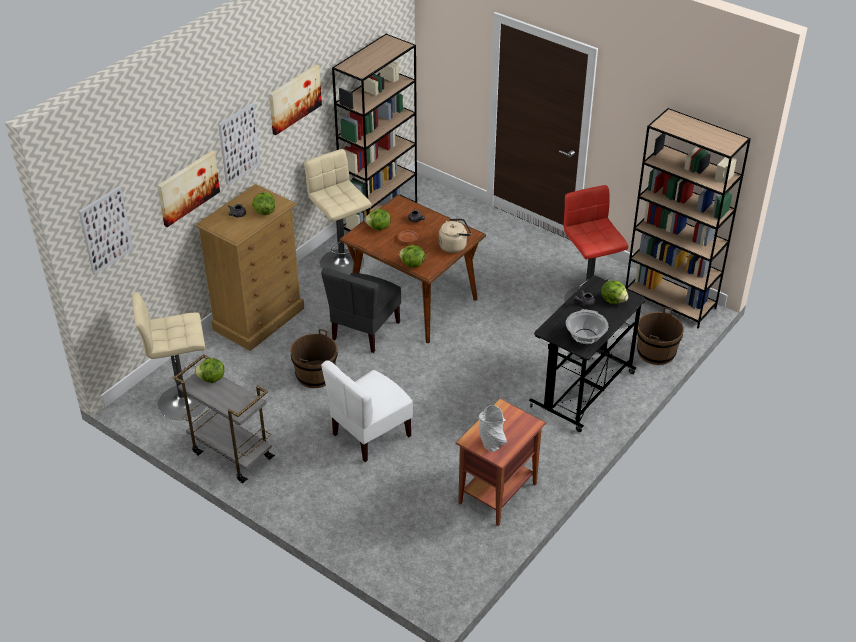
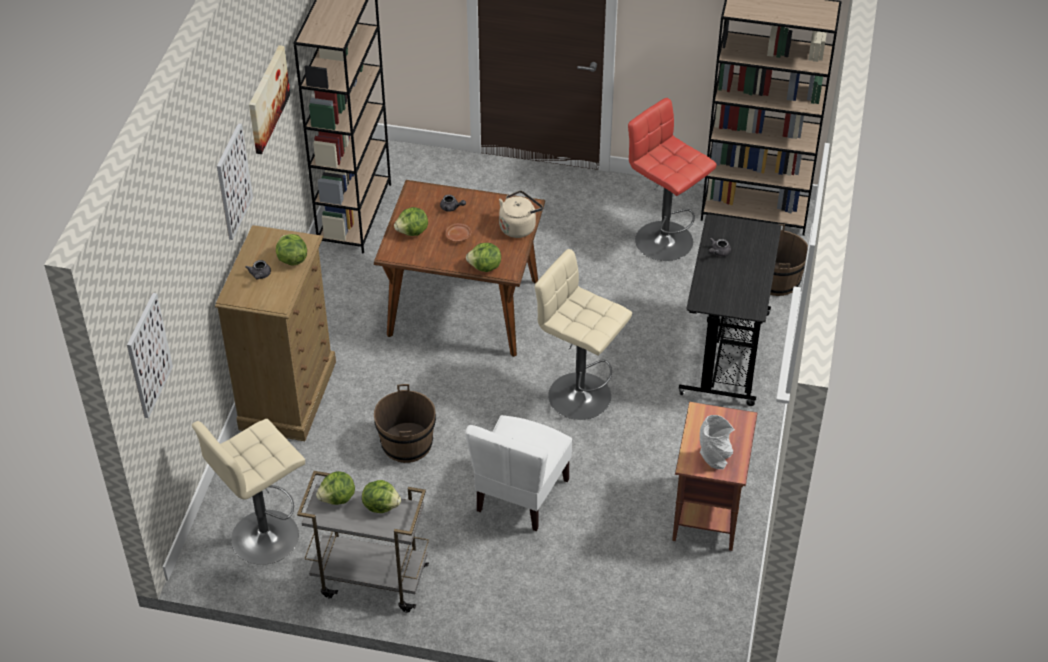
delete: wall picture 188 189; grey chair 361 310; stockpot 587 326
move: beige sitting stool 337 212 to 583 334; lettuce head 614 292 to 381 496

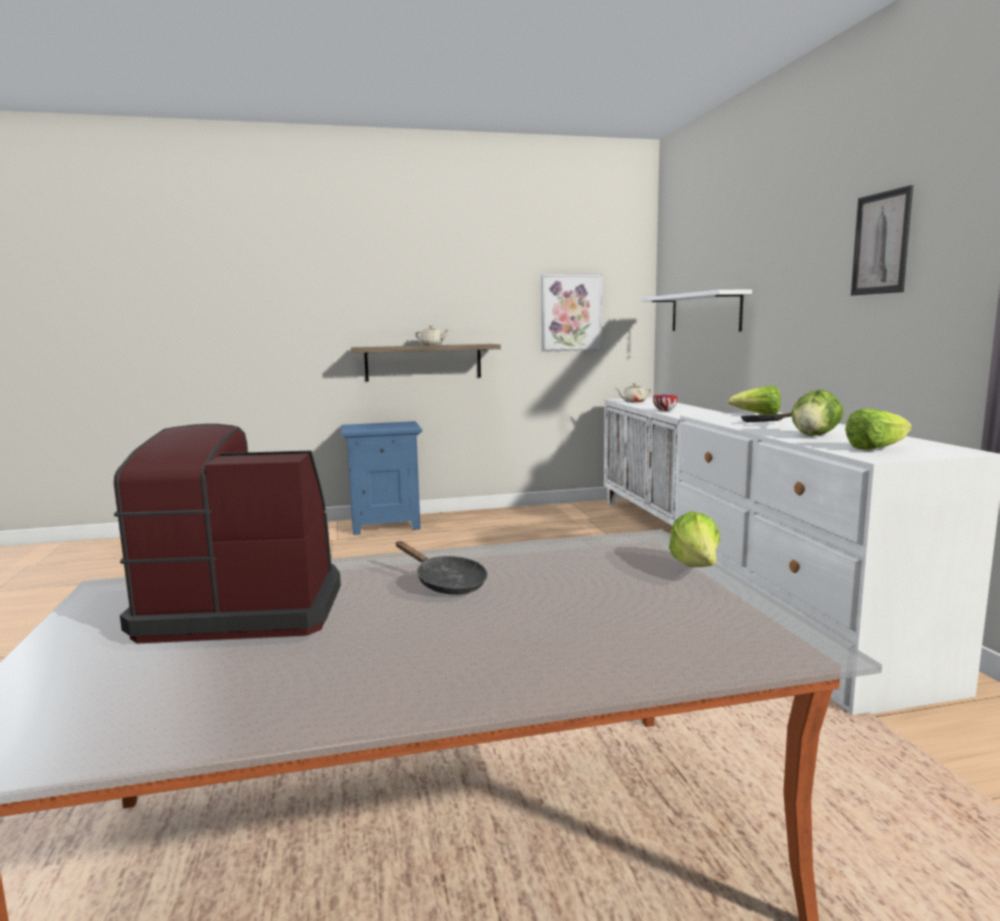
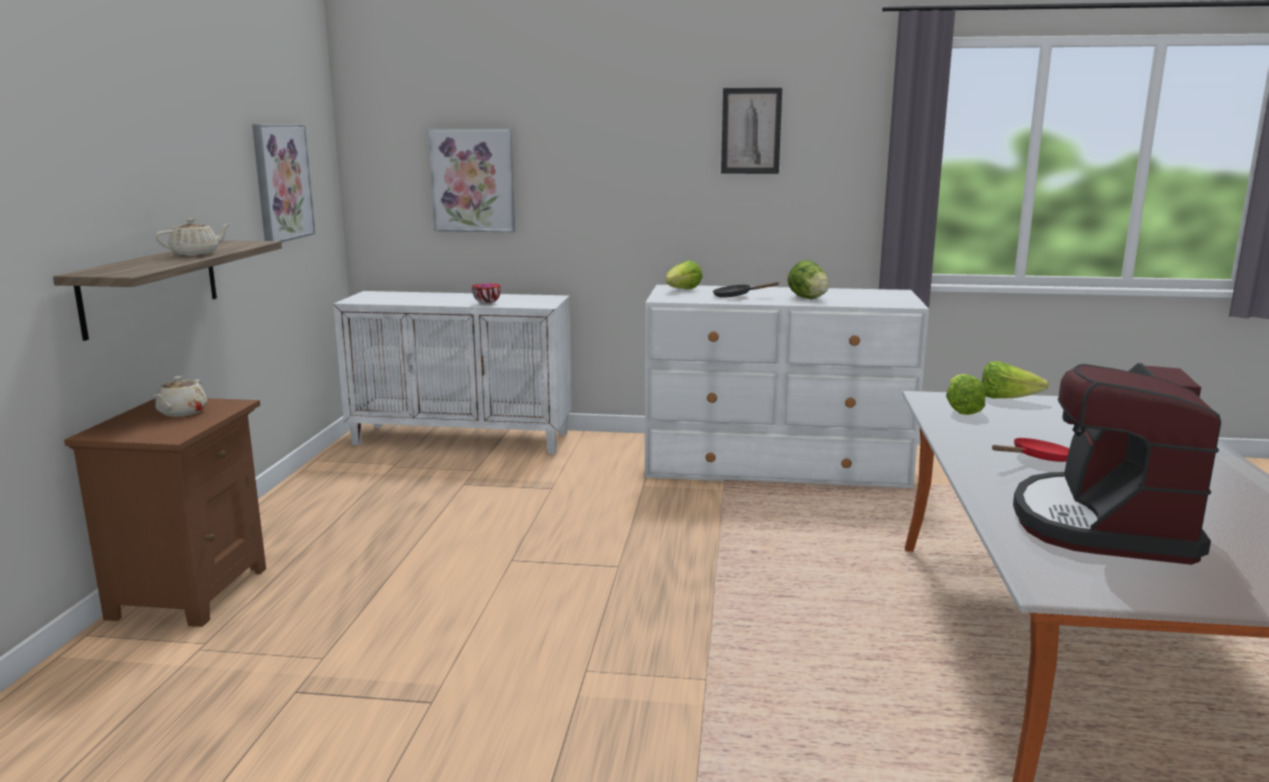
move: beige tea pot 633 393 to 180 396; lettuce head 878 429 to 966 394
replace: whitish shelf 696 310 to wall picture 471 180
recolor: bluish bedside table 381 478 to brownish bedside table 165 512; black-coloured frying pan 442 568 to reddish frying pan 1031 450

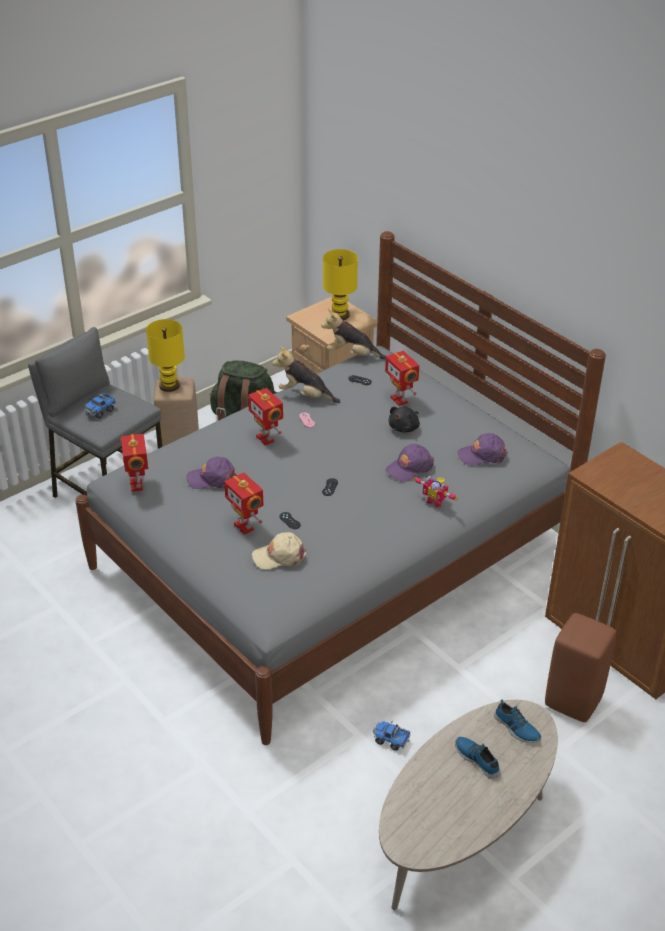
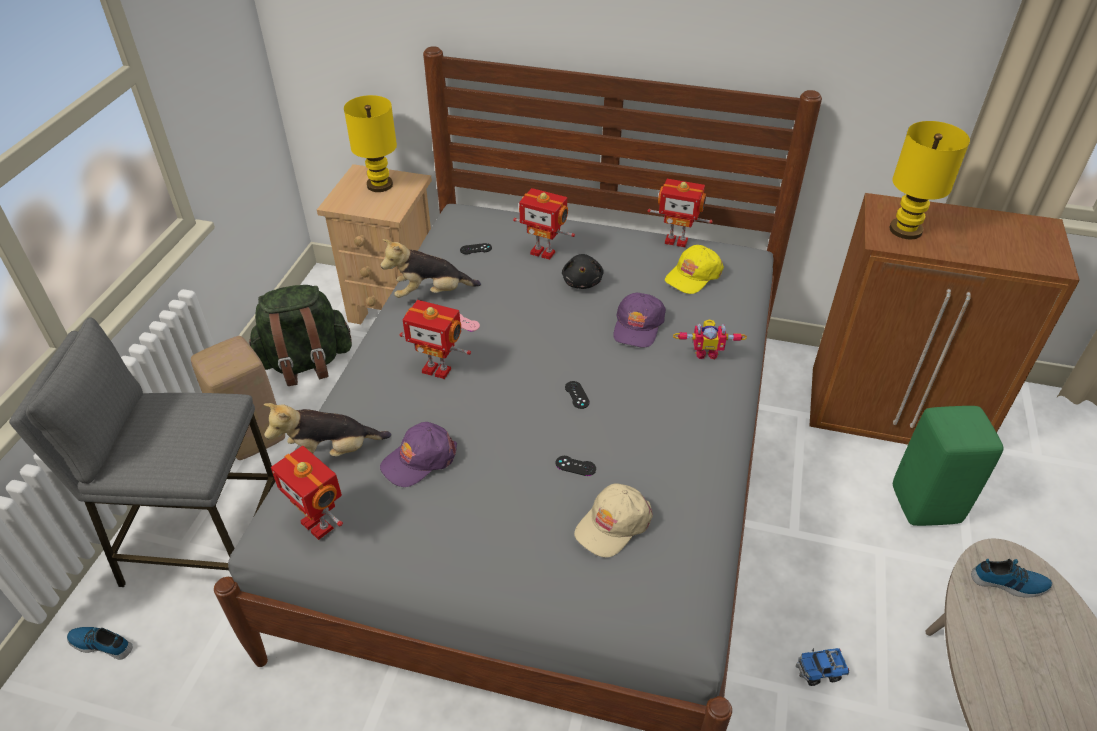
delete: toy lorry 100 406
move: yellow lamp for a table 165 355 to 929 180; robot figure 244 504 to 680 213; plush toy 353 334 to 327 430; low shoe 477 758 to 100 643
recolor: purplish baseball cap 483 449 to yellow baseball cap 694 269; brownish sitting stool 580 667 to greenish sitting stool 948 466

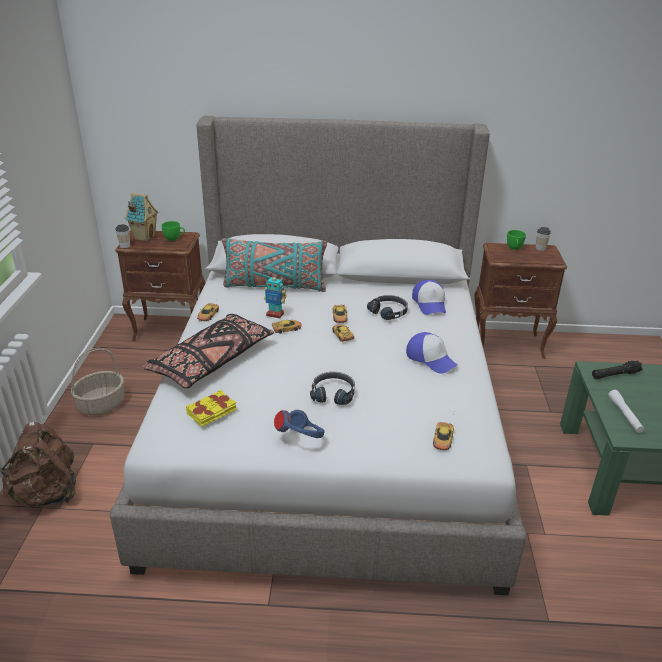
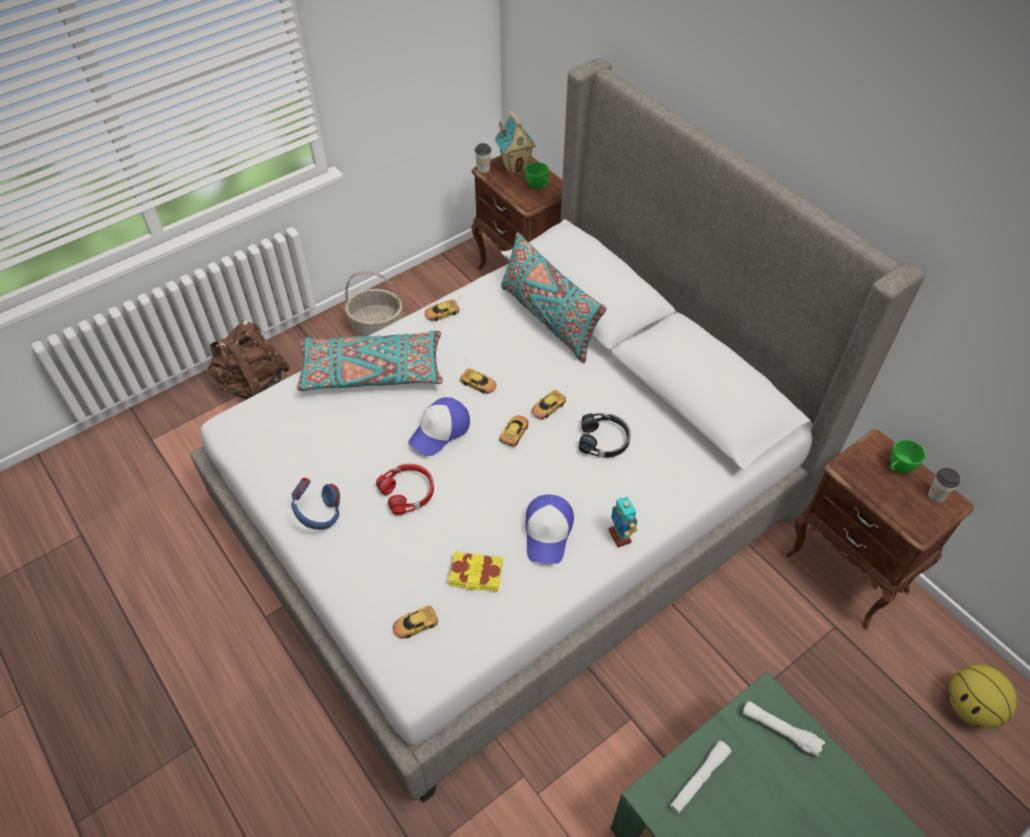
insert: basketball ball 983 696
move: yellow book 211 408 to 475 571; robot figure 275 295 to 622 522; baseball cap 429 297 to 439 426
recolor: black-coloured throw pillow 208 351 to blue-green throw pillow 370 361; black-coloured pair of headphones 332 388 to reddish pair of headphones 405 489; black-coloured hand torch 617 370 to whitish hand torch 783 729

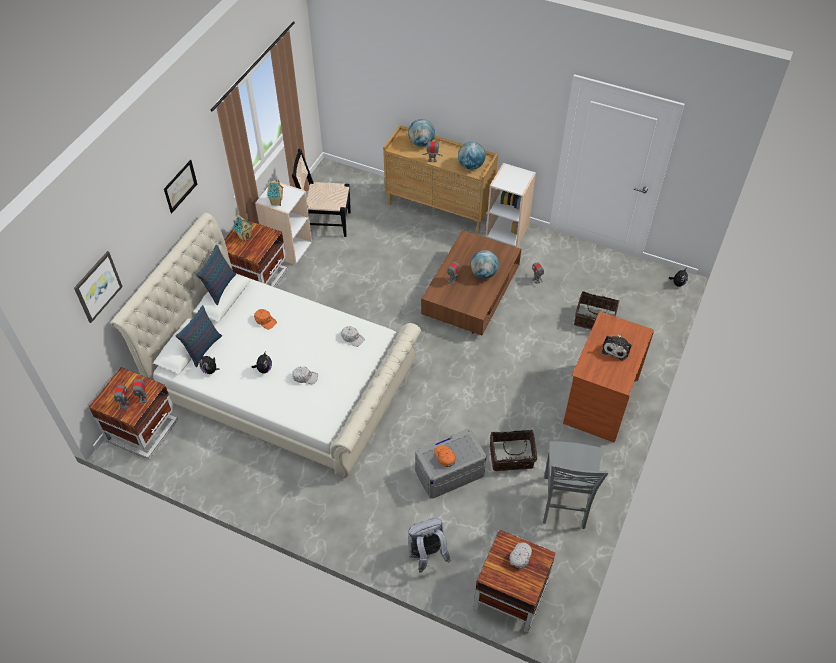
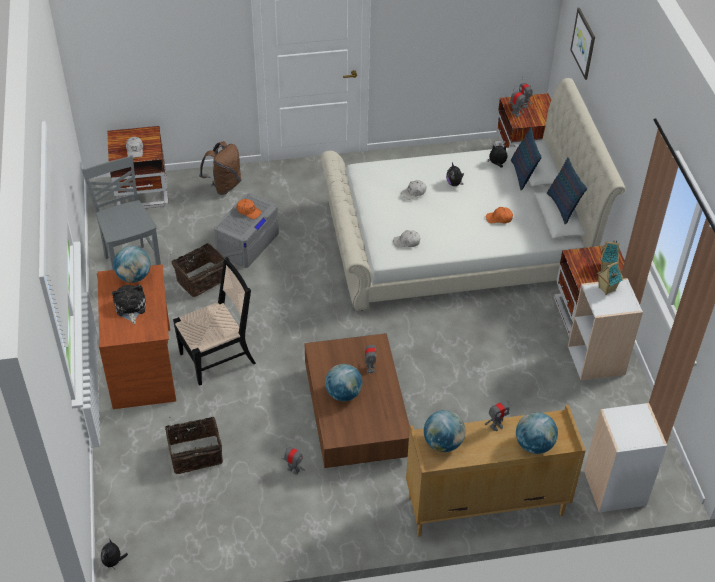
delete: wall picture 180 186
insert: globe 131 264
move: chair 321 193 to 214 321; shelving unit 511 205 to 625 458
recolor: grey rucksack 429 545 to brownish rucksack 220 168

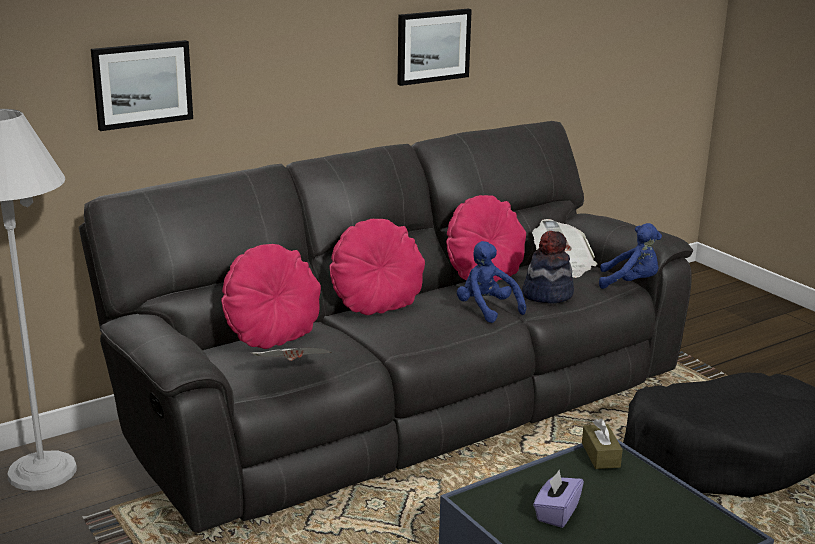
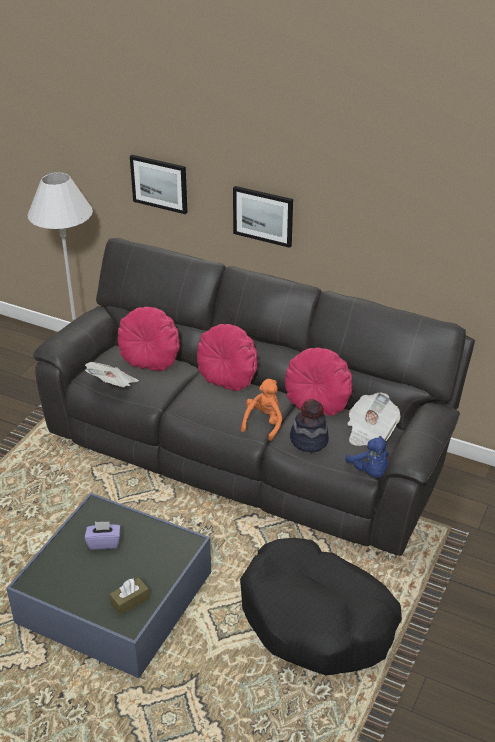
move: wall picture 434 47 to 263 217; brownish tissue holder 602 443 to 129 596
recolor: bluish plush toy 491 282 to orange-coloured plush toy 261 410

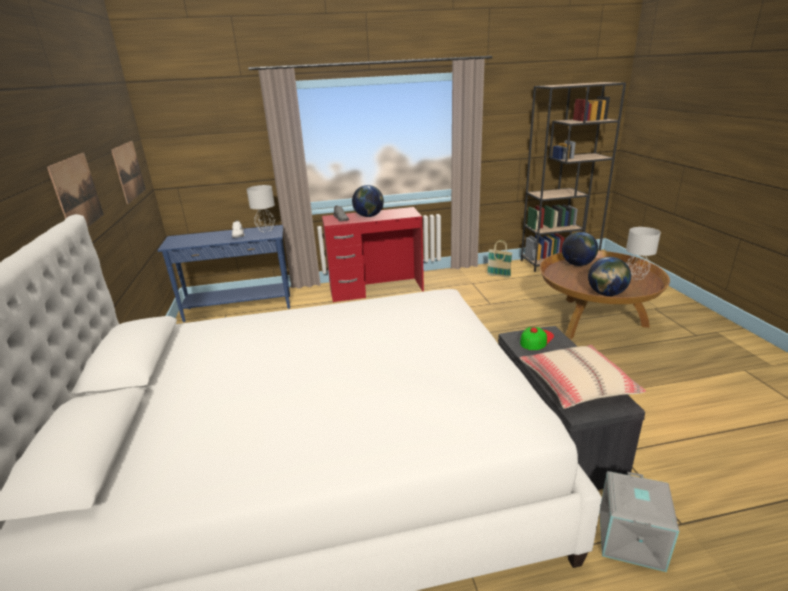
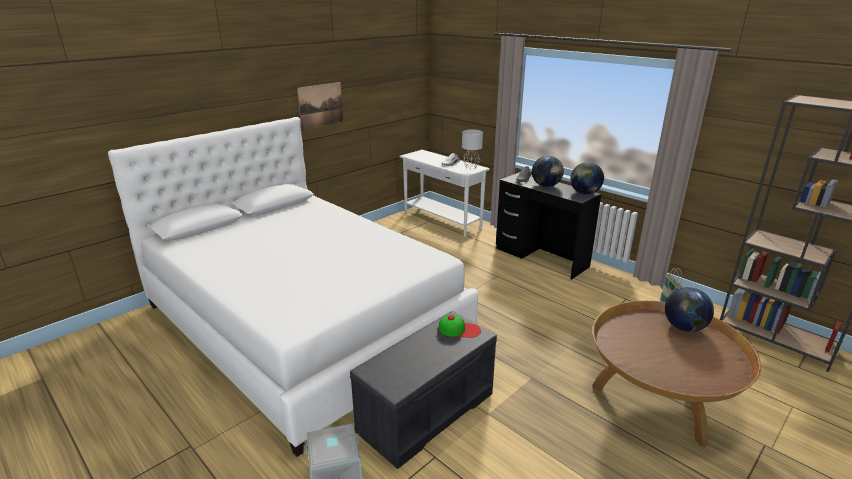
delete: wall picture 128 172; beige throw pillow 582 377; grey lamp for a table 643 253
move: globe 609 276 to 587 178
recolor: bluish hall table 224 273 to whitish hall table 444 194; reddish desk table 373 254 to black-coloured desk table 548 226

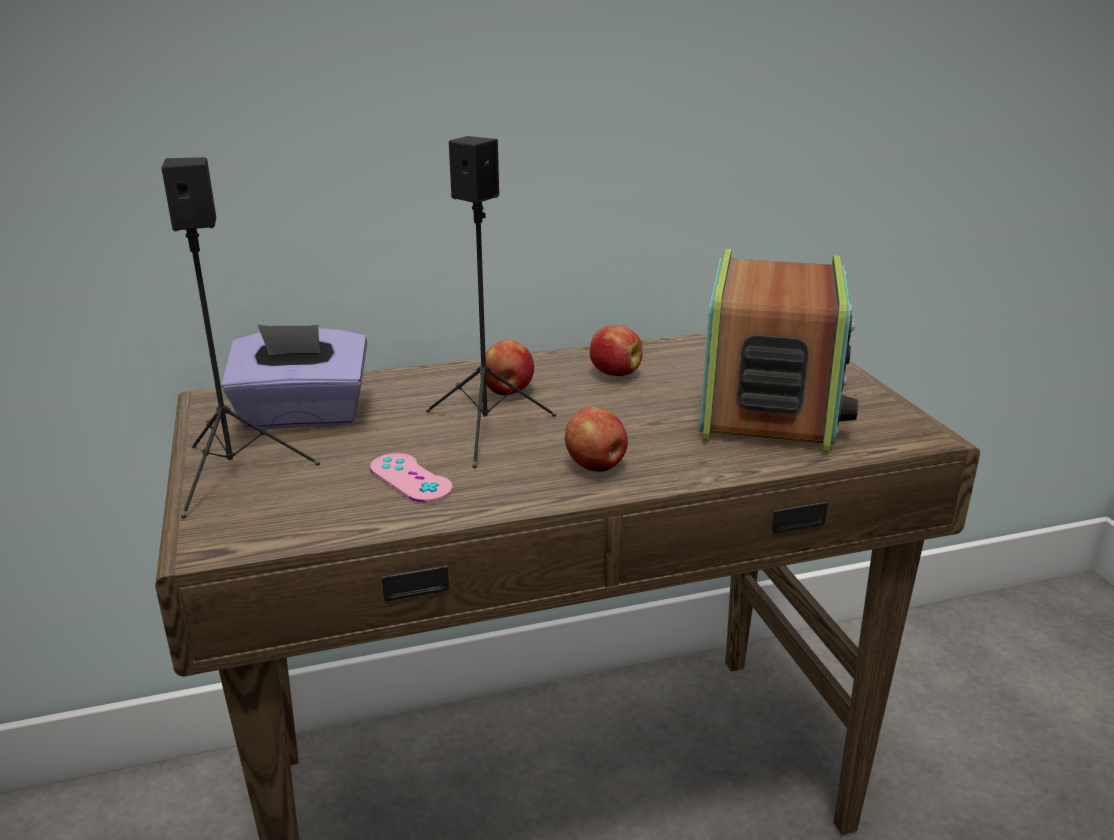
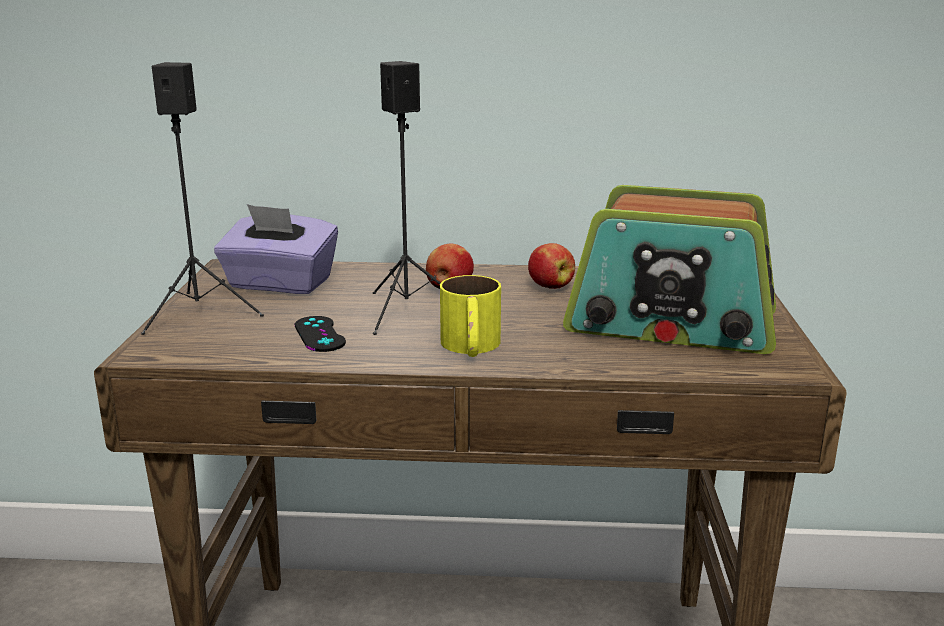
replace: apple 596 439 to yellow coffee mug 470 316
recolor: pink gamepad 411 478 to black-coloured gamepad 320 334
rotate: radio receiver 778 351 = 669 269 75 degrees clockwise

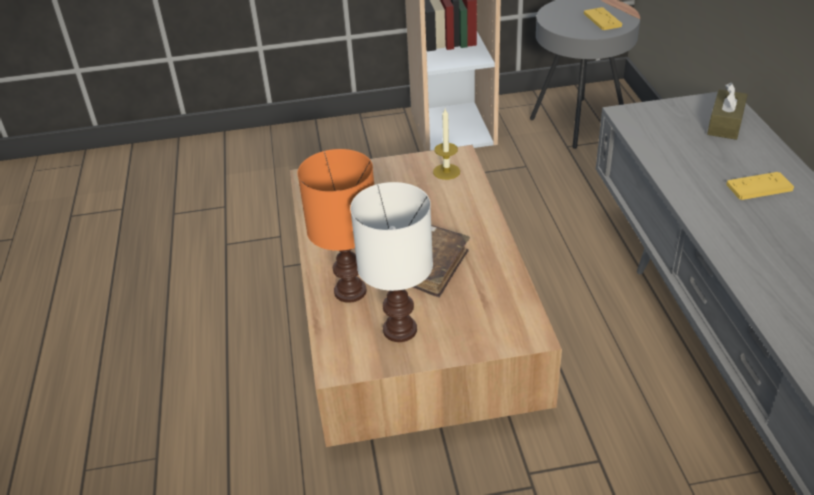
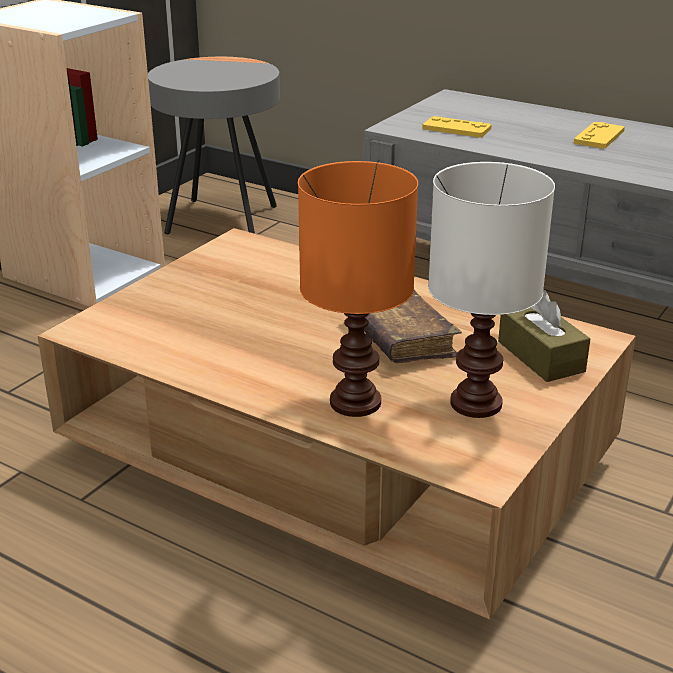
delete: candle 446 144
move: yellow gamepad 603 18 to 457 126; brownish tissue holder 727 111 to 544 336

